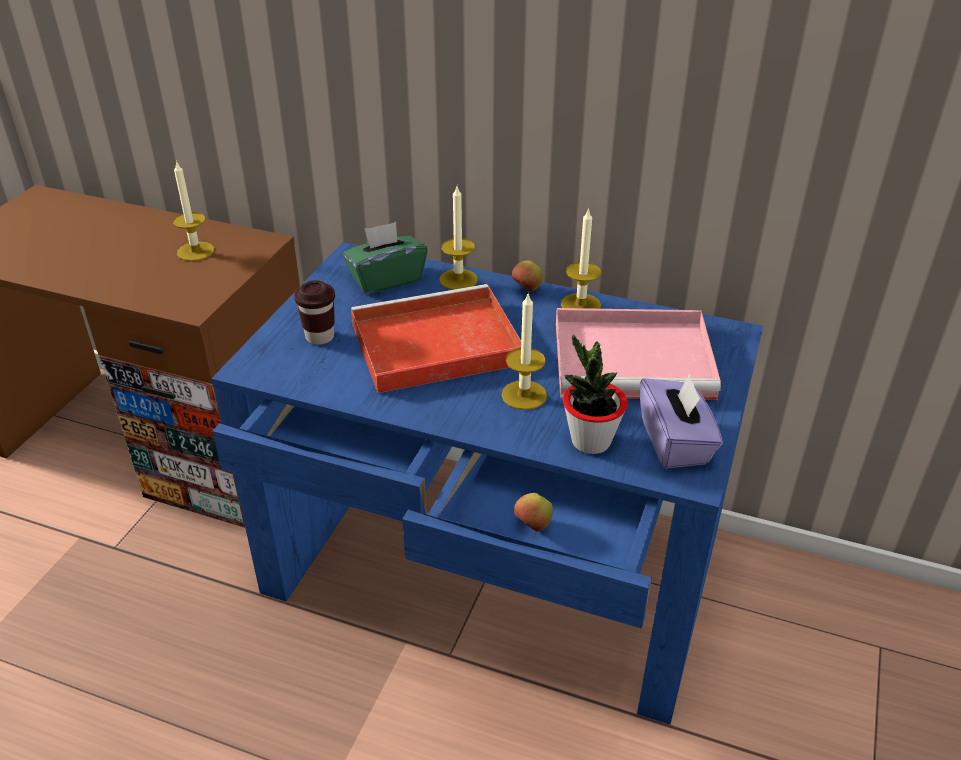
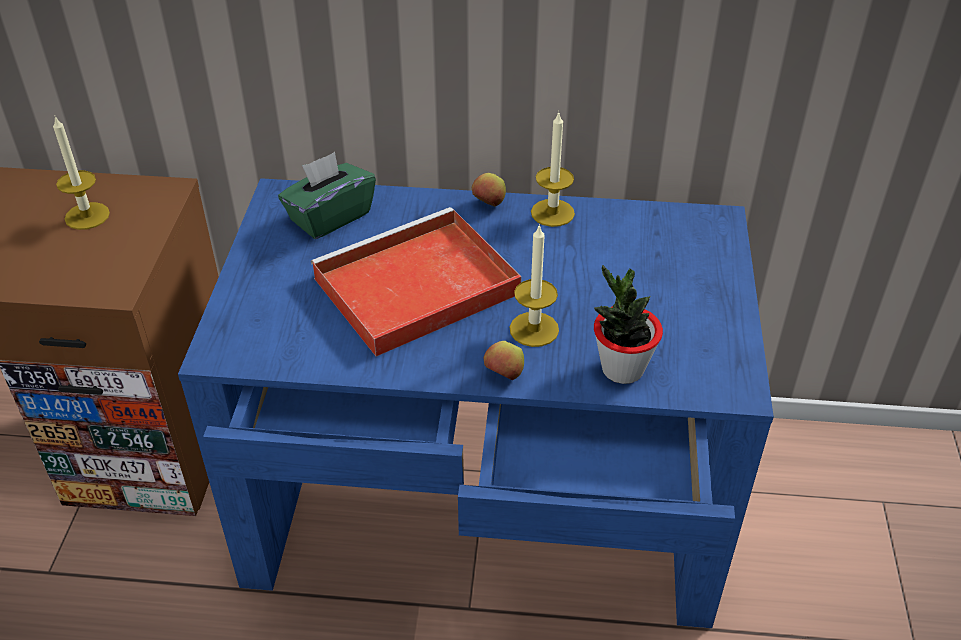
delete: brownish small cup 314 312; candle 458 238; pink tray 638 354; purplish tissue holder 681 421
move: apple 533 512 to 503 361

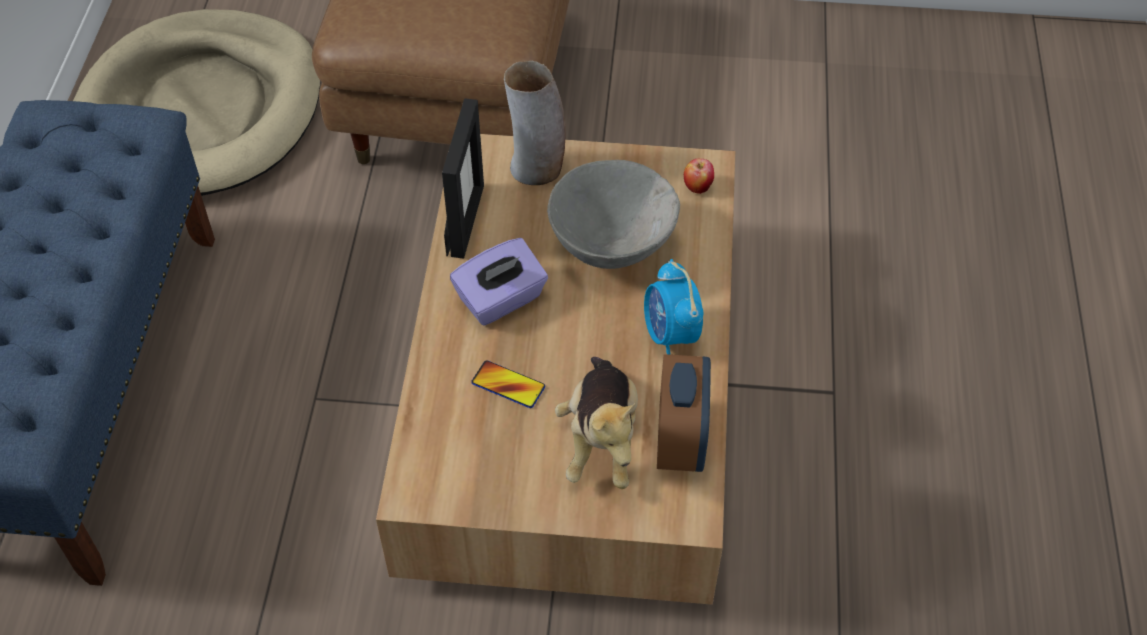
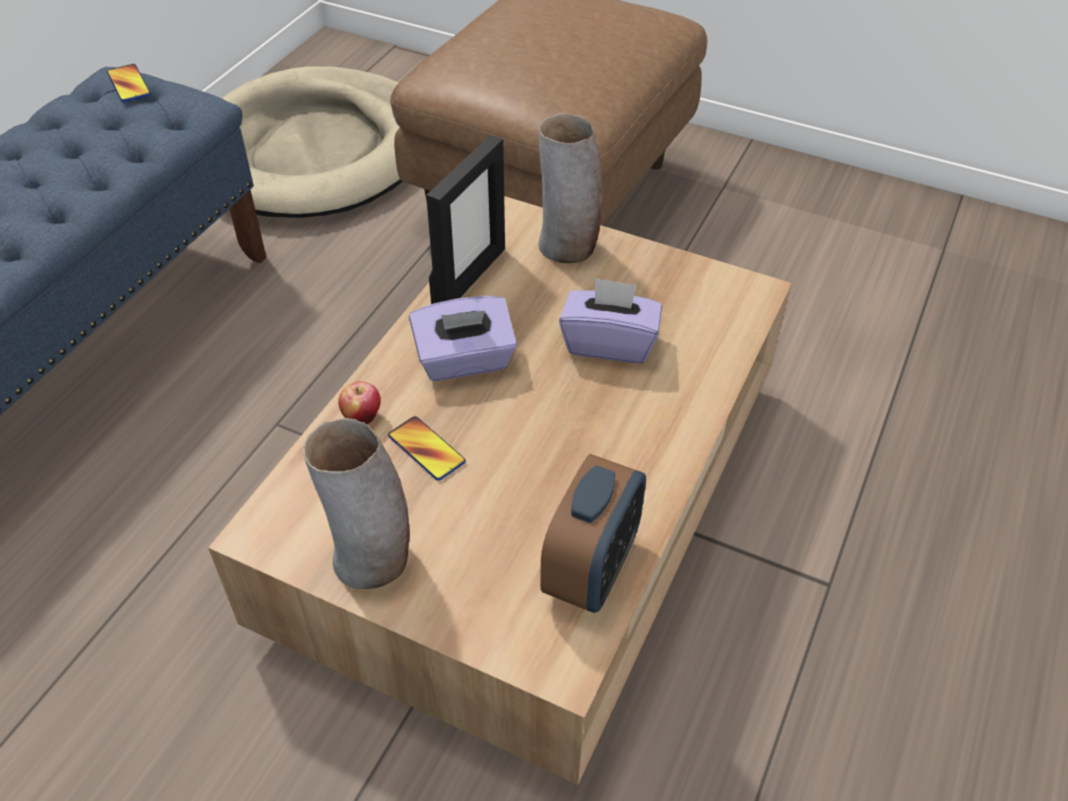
delete: plush toy 596 423; table clock 673 306
insert: telephone 129 83; flower vase 356 503
move: apple 699 176 to 360 403
replace: grey deep dish 613 214 to purplish tissue holder 610 320

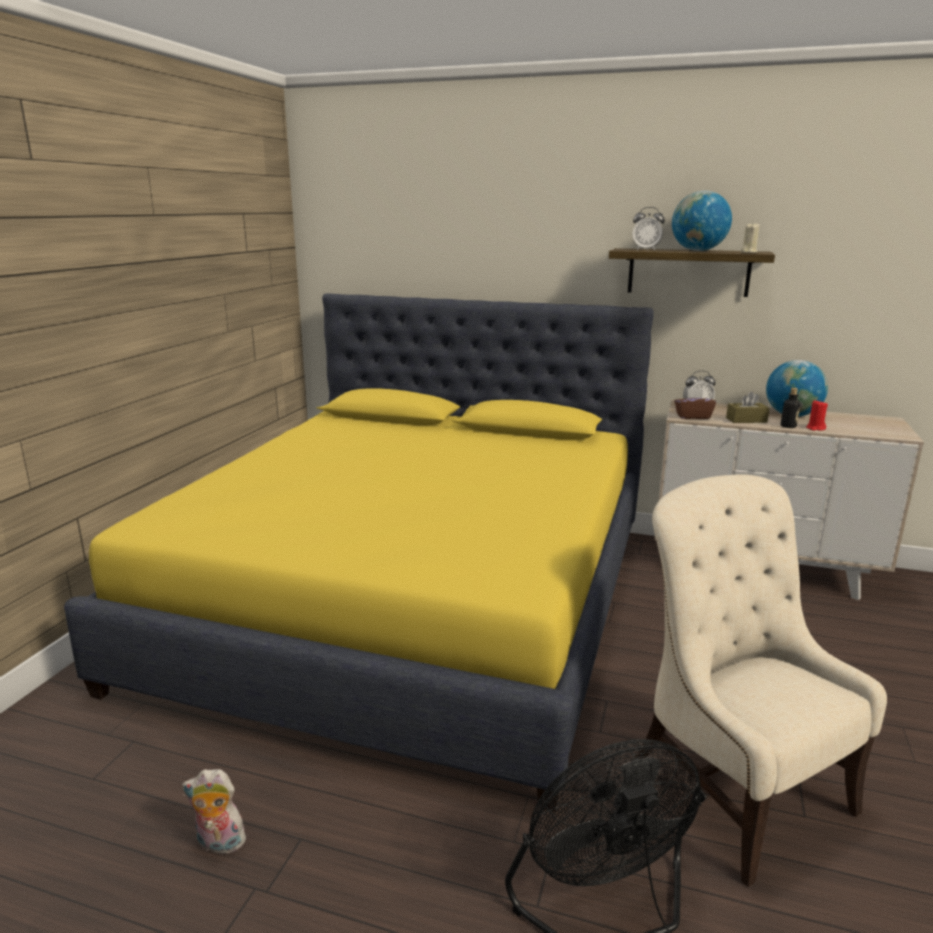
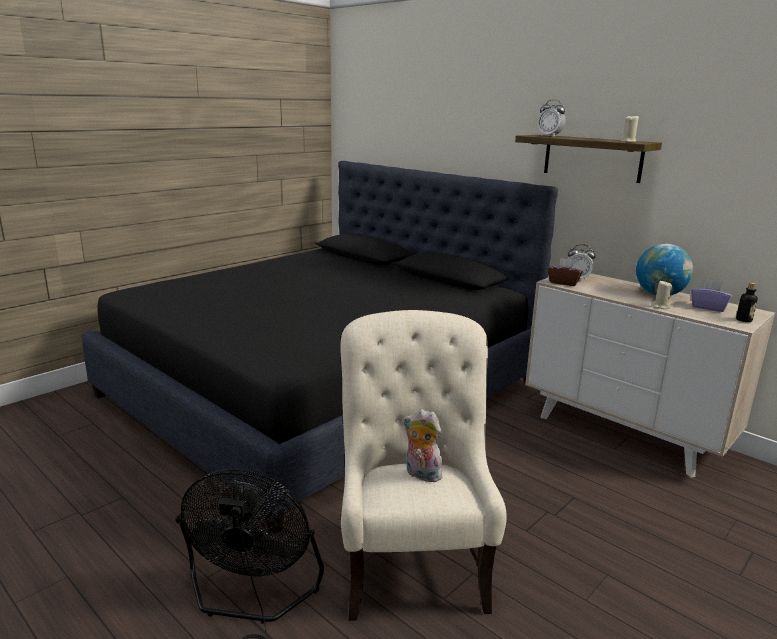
delete: globe 702 221; brownish tissue holder 748 407
insert: purplish tissue holder 711 295
move: plush toy 214 811 to 423 445; bottle 790 408 to 747 302
recolor: yellow bed 359 553 to black-coloured bed 320 347; reddish candle 817 415 to beige candle 662 295

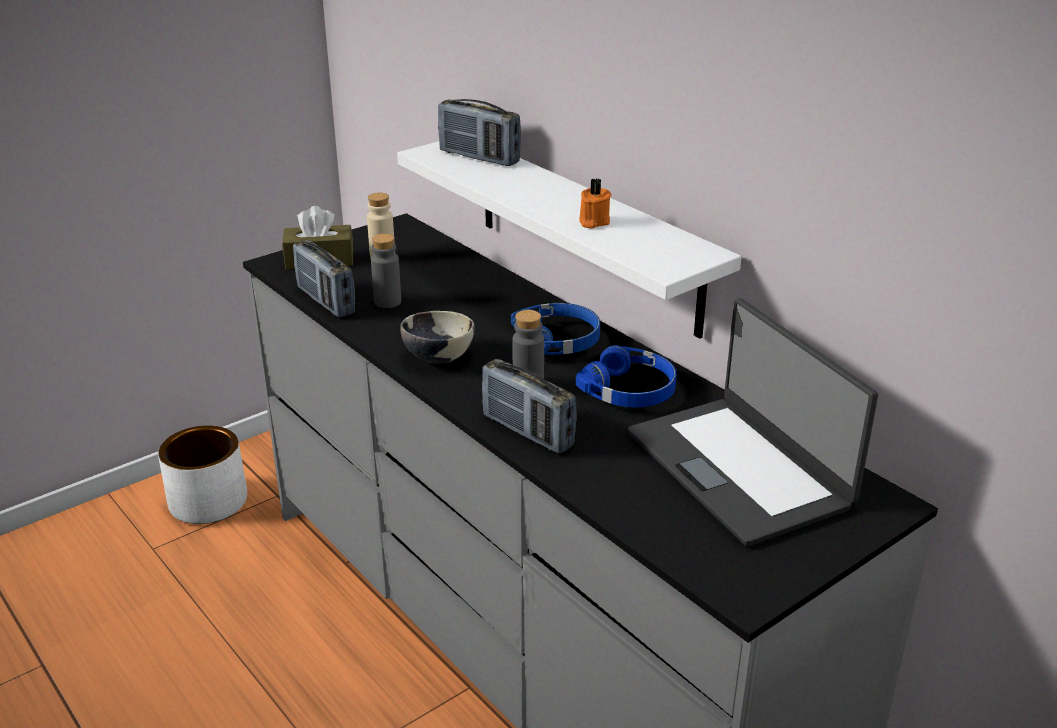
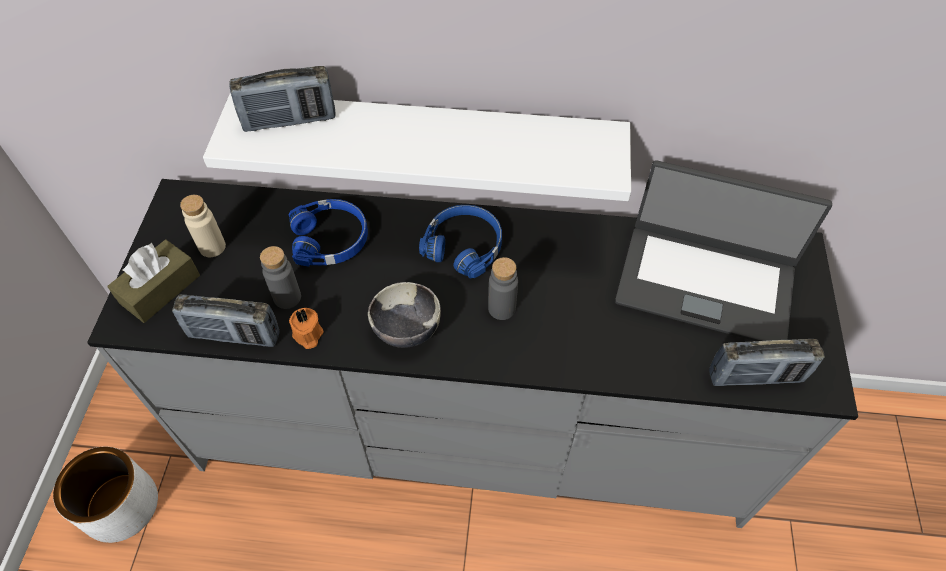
move: radio receiver 529 406 to 767 362; bluish pair of headphones 626 376 to 328 233; orange-coloured candle 595 203 to 306 328

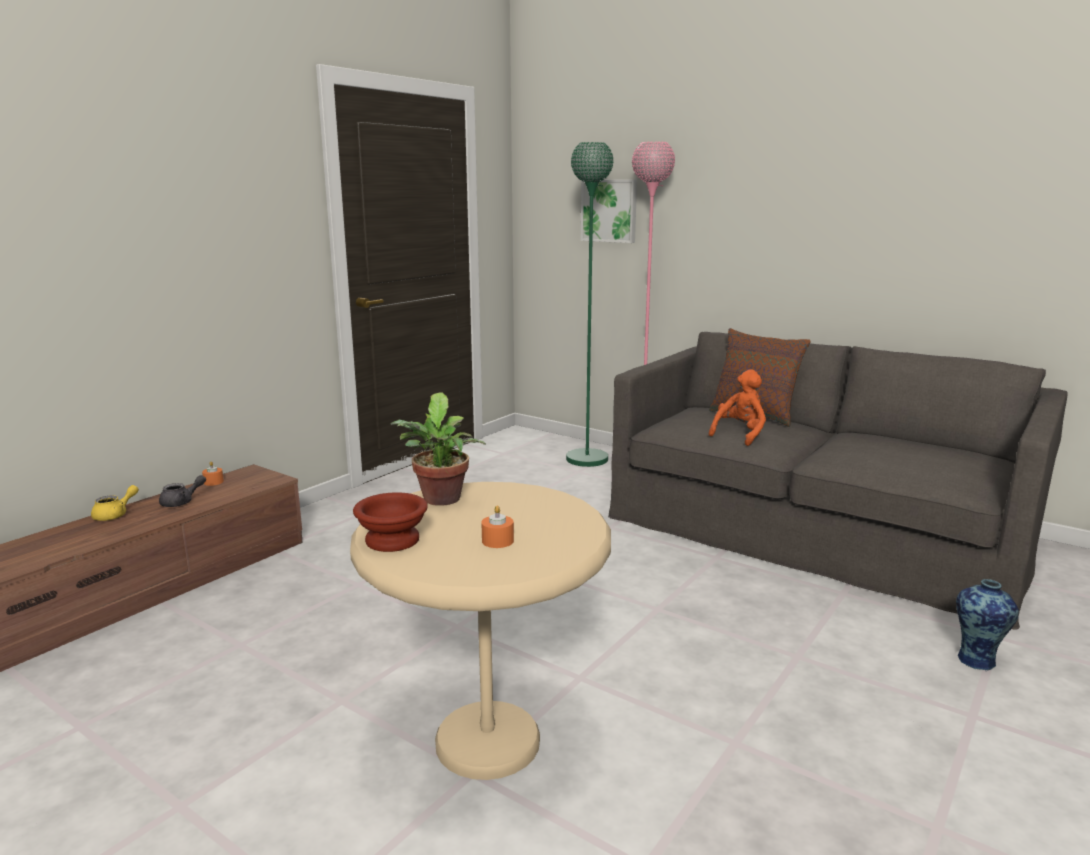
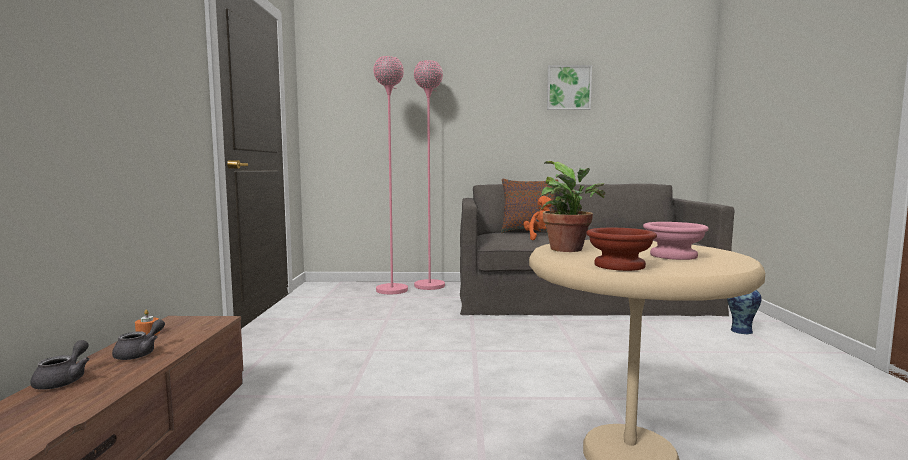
move: wall picture 609 211 to 569 87
replace: orange-coloured candle 497 526 to pink deep dish 676 241
recolor: yellow tea pot 115 503 to grey tea pot 60 365; greenish standard lamp 589 304 to pink standard lamp 390 175

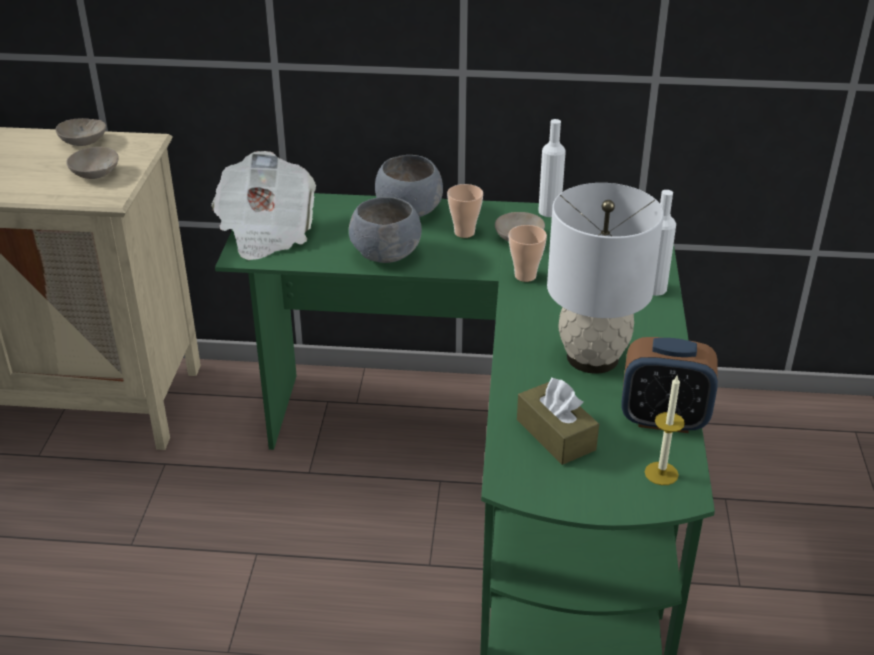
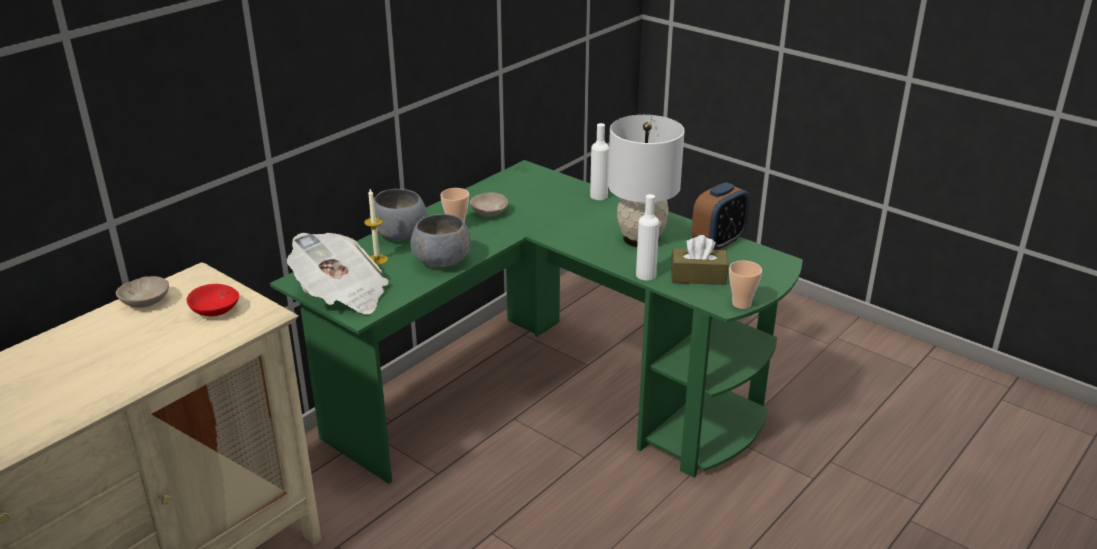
move: small cup 527 253 to 745 285; whitish bottle 552 168 to 647 237; candle 665 430 to 376 227
recolor: beige deep dish 92 163 to reddish deep dish 213 300

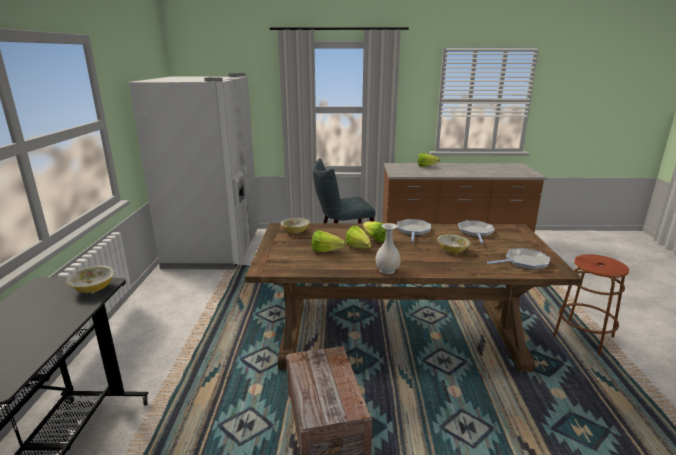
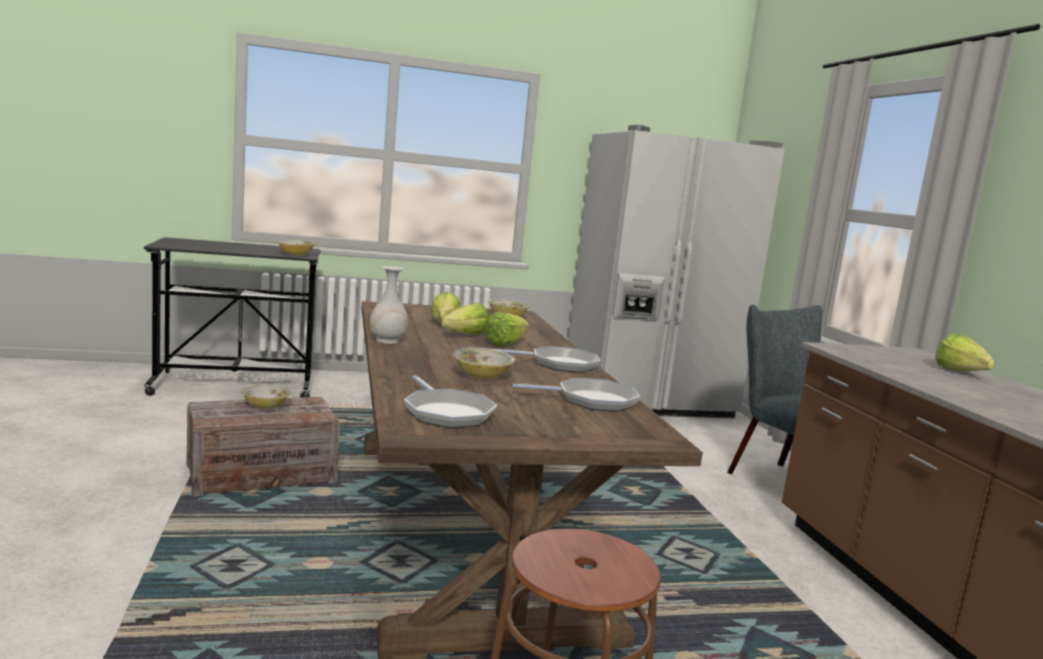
insert: deep dish 265 396

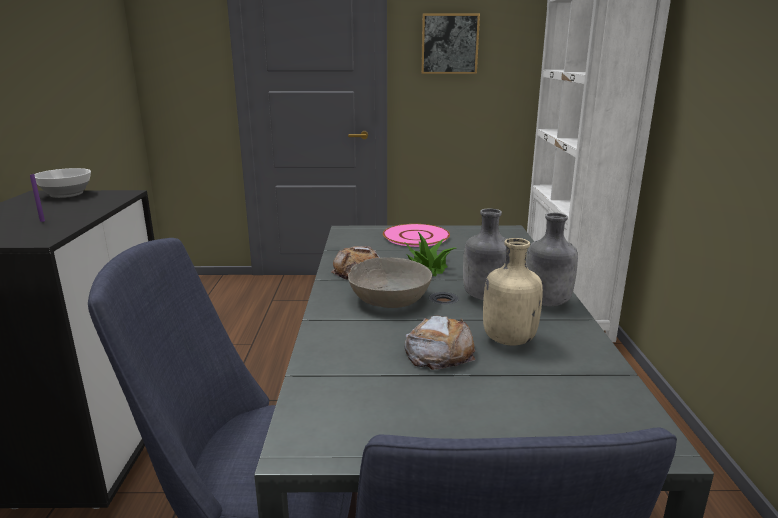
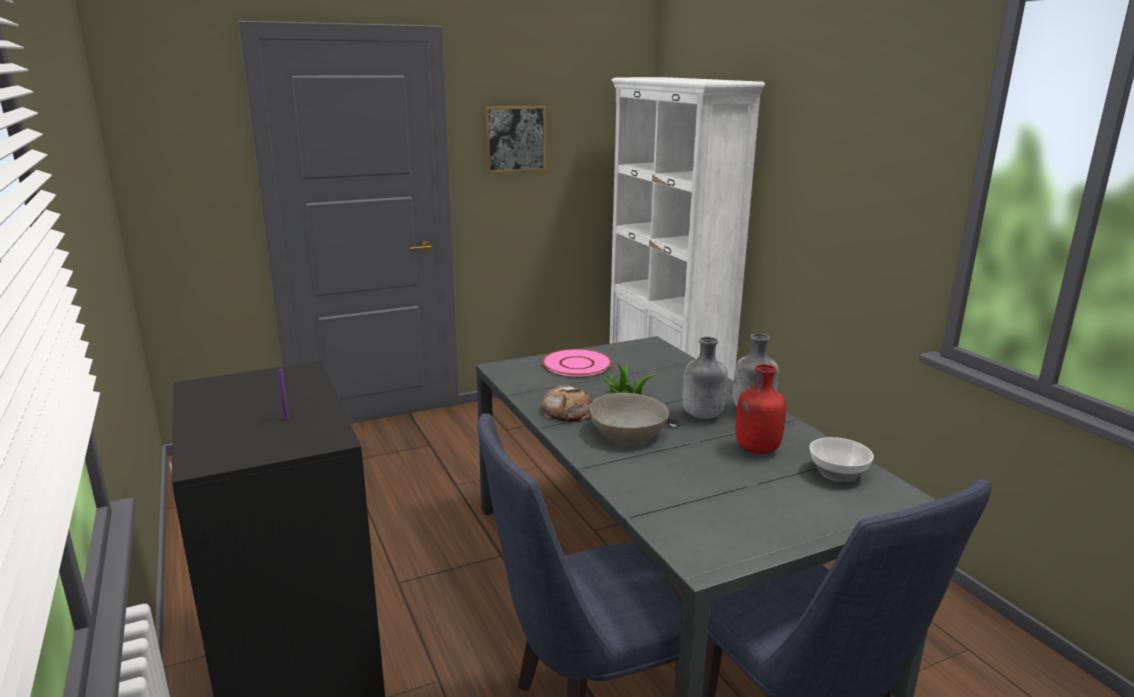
delete: bread 440 342
move: deep dish 62 183 to 841 459
recolor: beige bottle 513 291 to reddish bottle 760 409

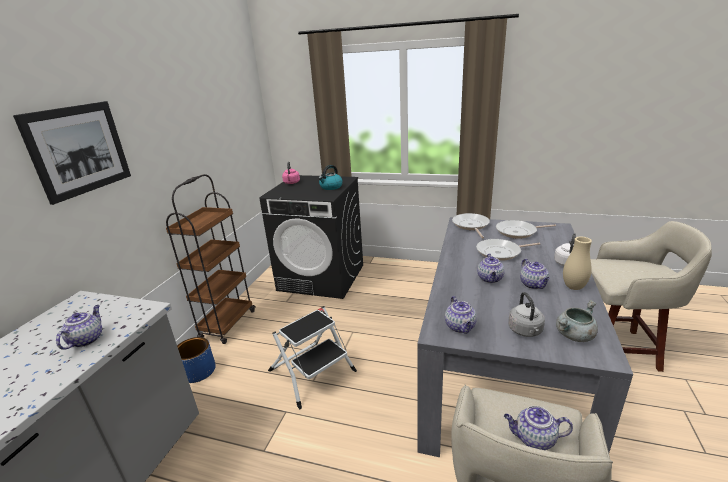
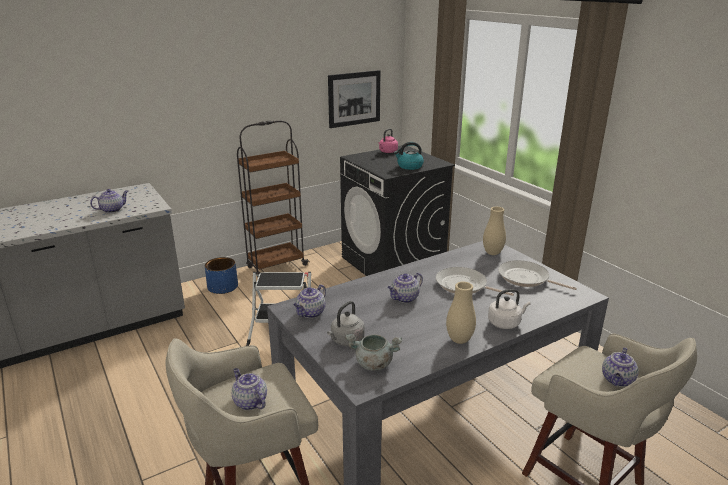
move: wall picture 72 153 to 354 99; tea pot 535 274 to 620 367
replace: frying pan 471 225 to beige flower vase 494 231

